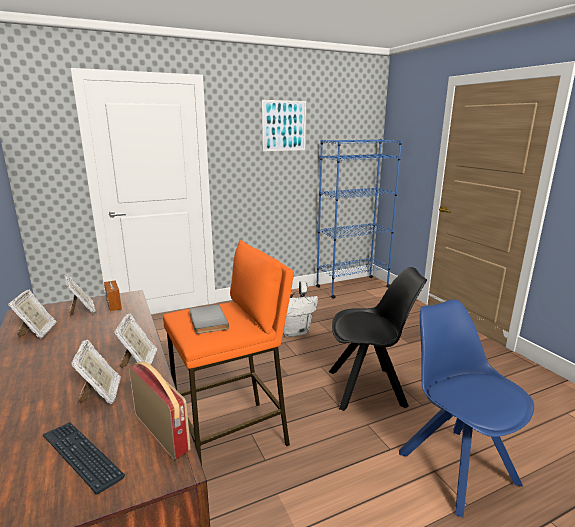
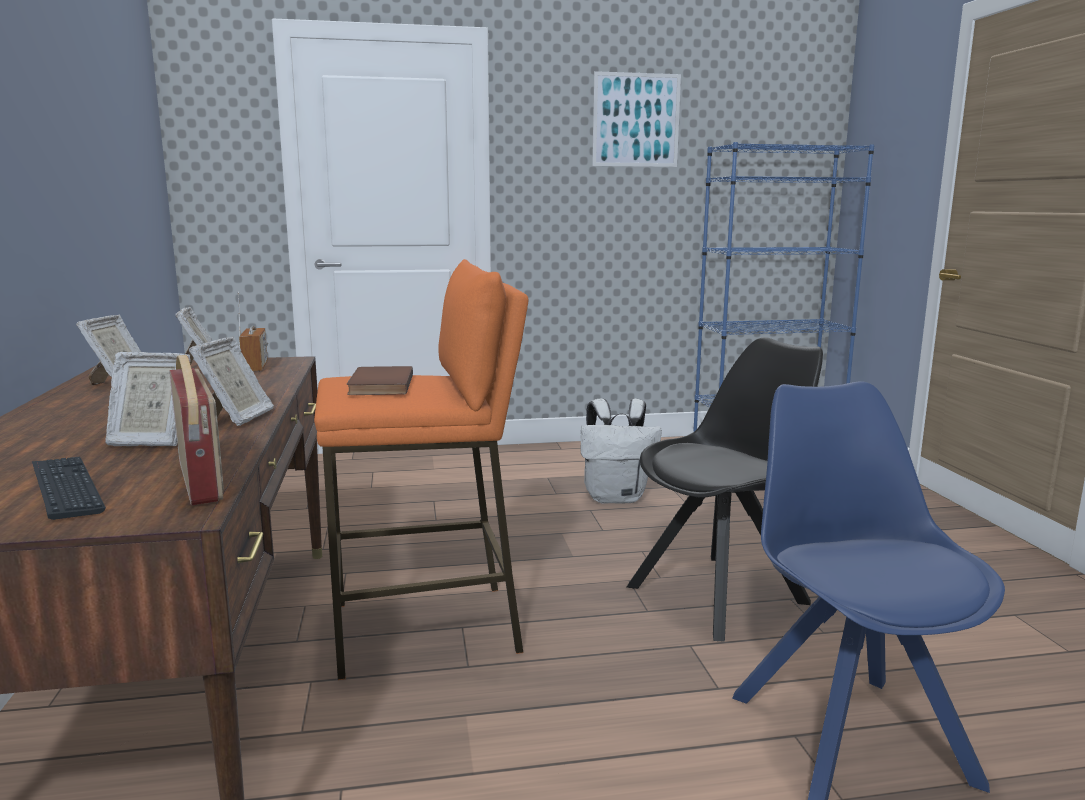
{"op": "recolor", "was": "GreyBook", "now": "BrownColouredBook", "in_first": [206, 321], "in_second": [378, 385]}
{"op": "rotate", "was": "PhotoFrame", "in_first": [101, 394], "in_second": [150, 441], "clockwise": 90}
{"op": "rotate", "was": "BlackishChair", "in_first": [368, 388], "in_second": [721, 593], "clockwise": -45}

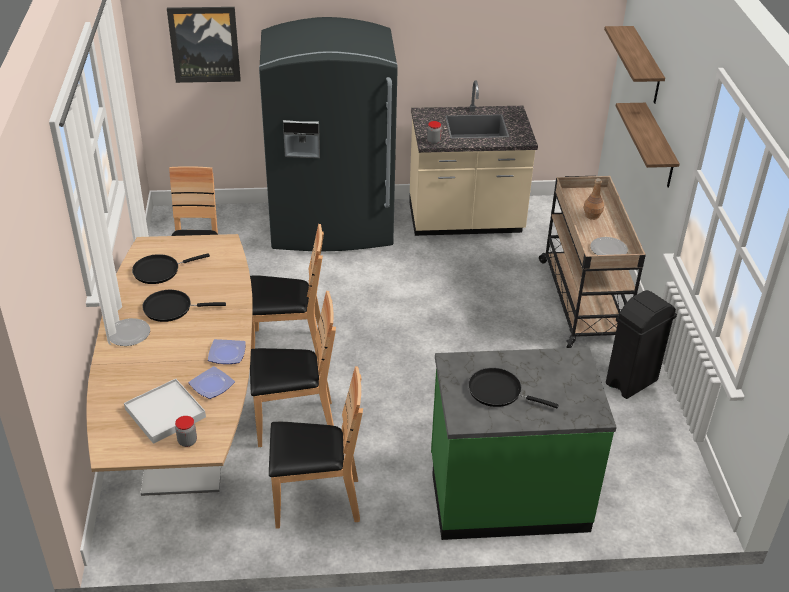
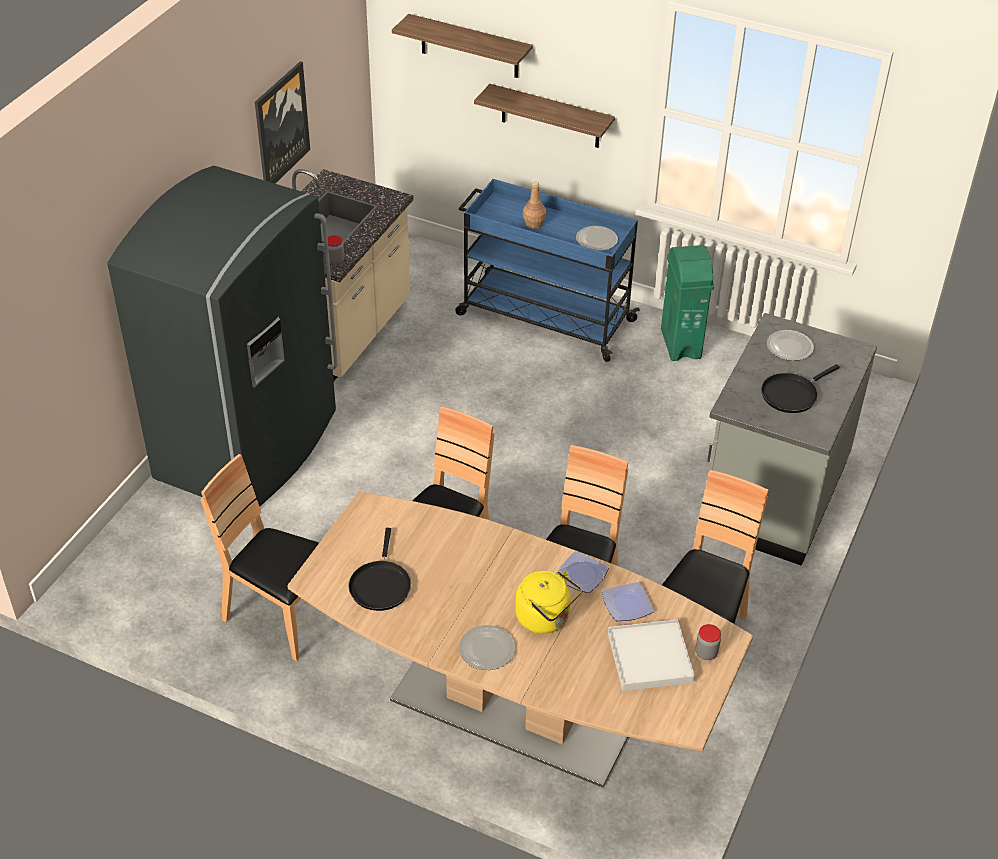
{"op": "delete", "was": "BlackishPan", "in_first": [171, 308]}
{"op": "insert", "now": "YellowTeaKettle", "in_second": [546, 618]}
{"op": "insert", "now": "FlatDish", "in_second": [790, 347]}
{"op": "move", "was": "WallArt", "in_first": [204, 44], "in_second": [281, 126]}
{"op": "recolor", "was": "GreenishKitchenBaseUnit", "now": "GreyKitchenBaseUnit", "in_first": [508, 494], "in_second": [772, 494]}
{"op": "recolor", "was": "BeigeColouredCart", "now": "BluishCart", "in_first": [582, 301], "in_second": [543, 317]}
{"op": "recolor", "was": "BlackishWasteBin", "now": "GreenishWasteBin", "in_first": [632, 382], "in_second": [681, 343]}

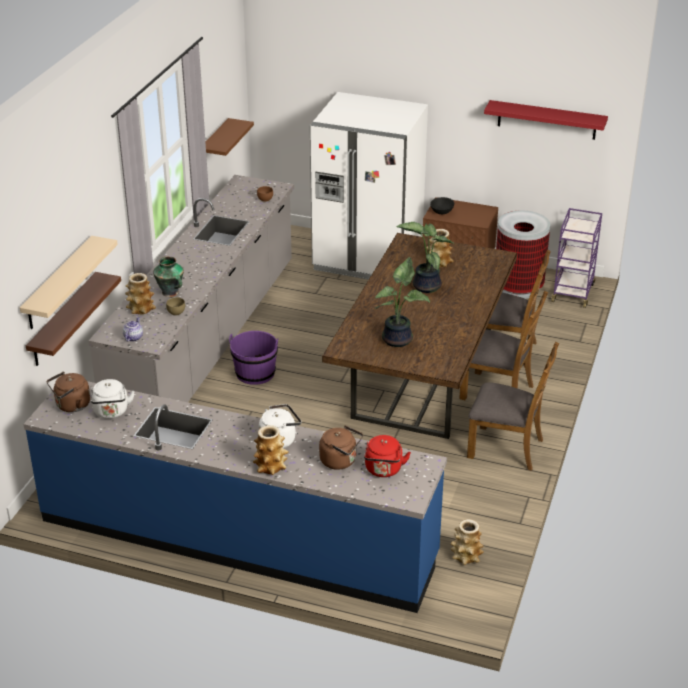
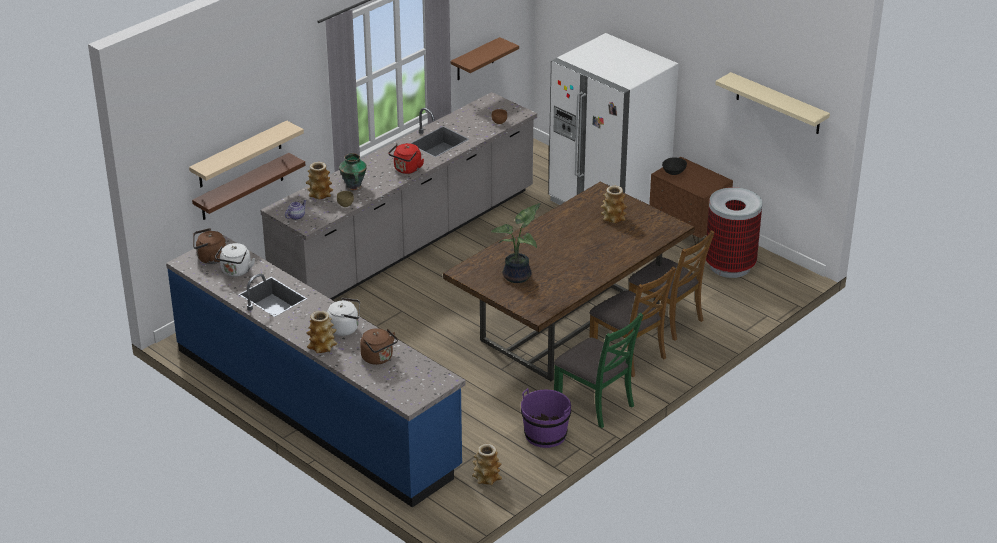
{"op": "delete", "was": "Houseplant", "in_first": [425, 286]}
{"op": "delete", "was": "PurplishCart", "in_first": [572, 292]}
{"op": "move", "was": "PurplishPail", "in_first": [255, 373], "in_second": [545, 434]}
{"op": "move", "was": "RedTeaKettle", "in_first": [383, 470], "in_second": [407, 169]}
{"op": "recolor", "was": "BrownColouredChair", "now": "GreenishChair", "in_first": [506, 448], "in_second": [595, 403]}
{"op": "recolor", "was": "RedWallShelf", "now": "BeigeColouredWallShelf", "in_first": [547, 120], "in_second": [778, 104]}

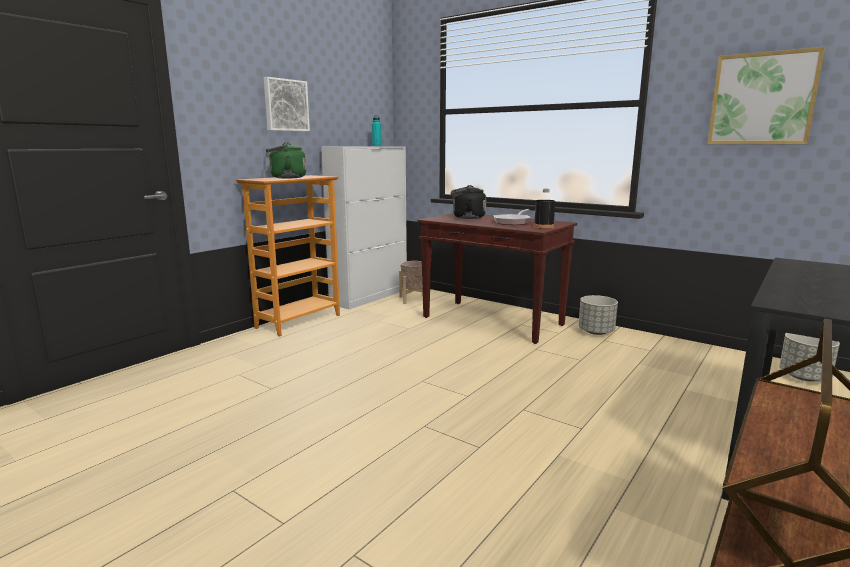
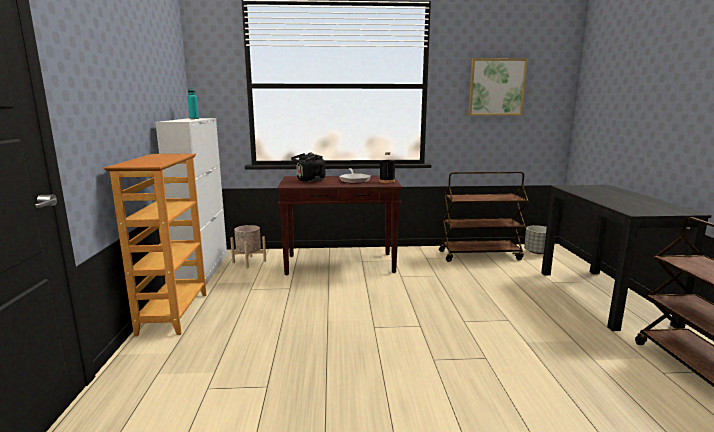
{"op": "delete", "was": "WallArt", "in_first": [285, 105]}
{"op": "delete", "was": "GreenishTeaKettle", "in_first": [286, 178]}
{"op": "delete", "was": "GreyFlowerPot", "in_first": [596, 332]}
{"op": "insert", "now": "BrownColouredCart", "in_second": [480, 255]}

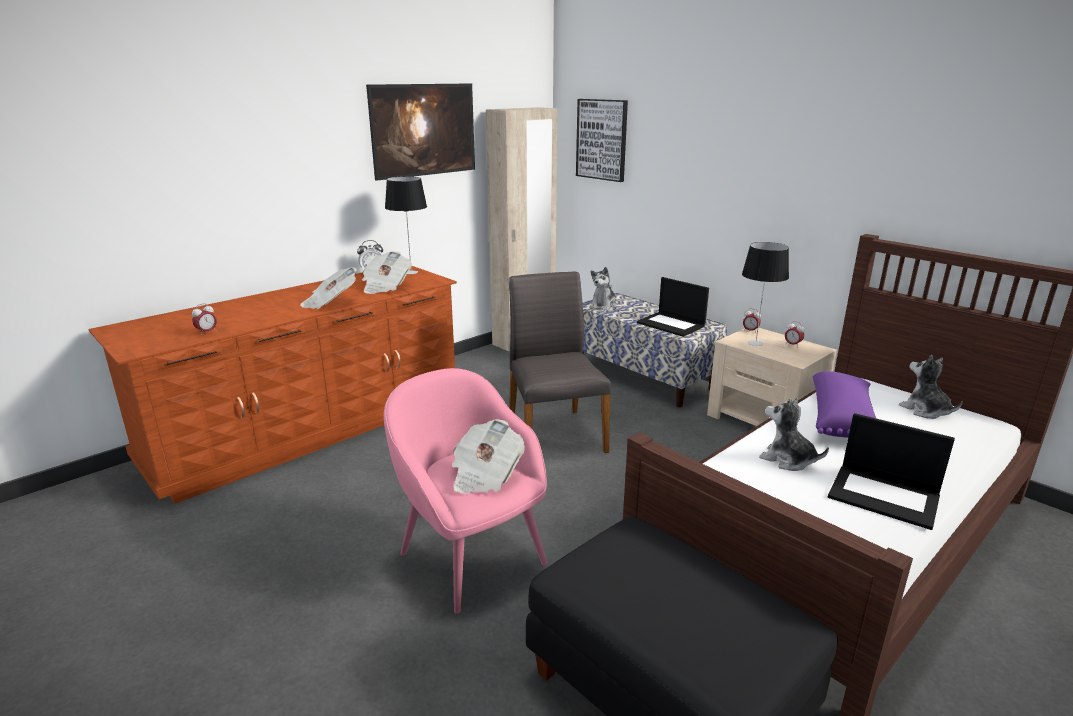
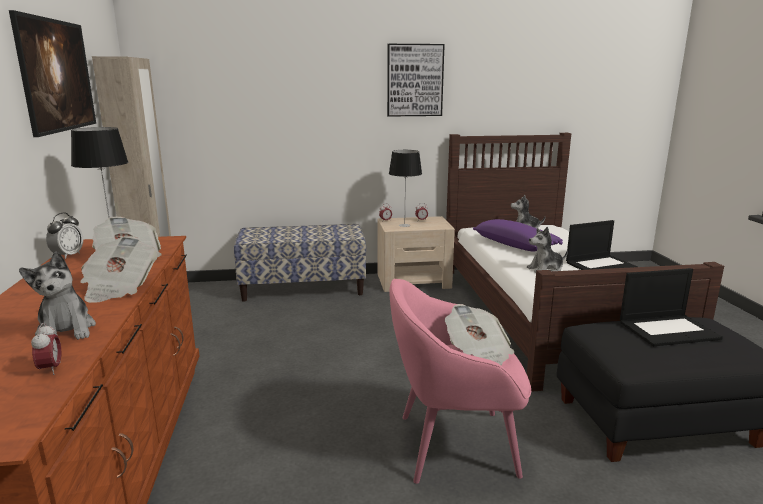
{"op": "delete", "was": "GreyChair", "in_first": [554, 434]}
{"op": "move", "was": "WallArt", "in_first": [602, 139], "in_second": [414, 80]}
{"op": "move", "was": "PlushToy", "in_first": [603, 305], "in_second": [66, 330]}
{"op": "move", "was": "Laptop", "in_first": [671, 324], "in_second": [668, 330]}

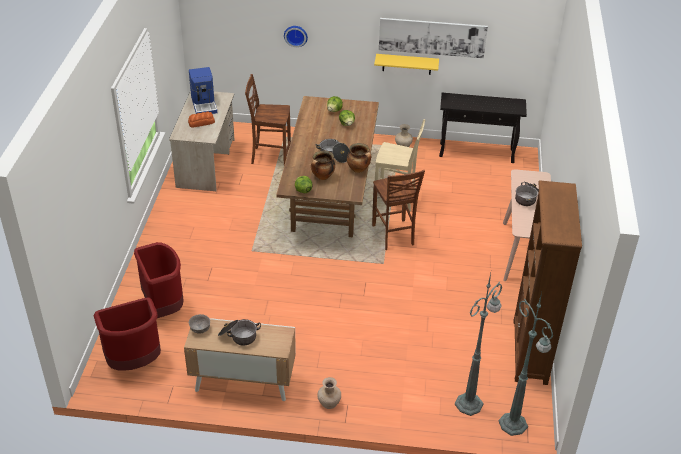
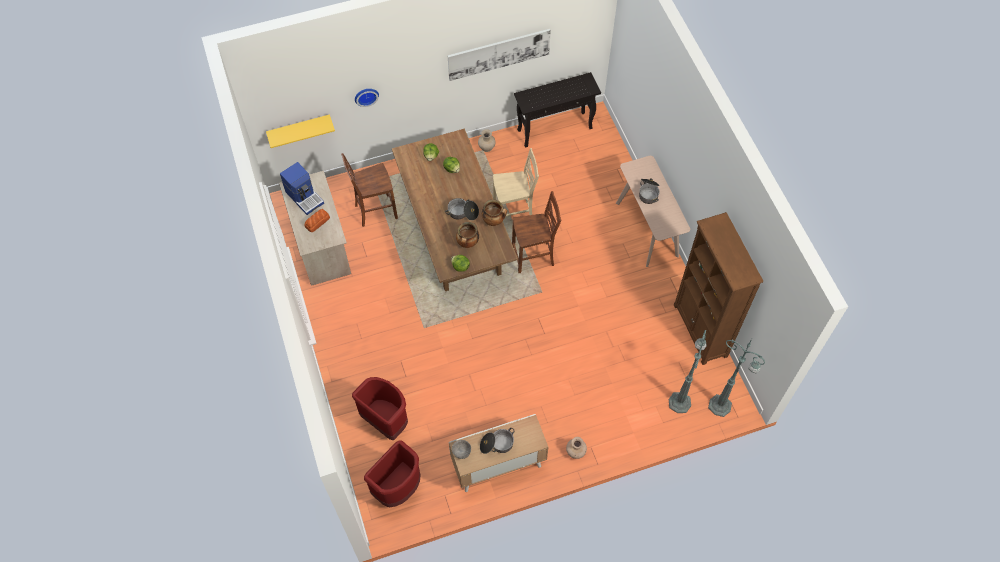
{"op": "move", "was": "YellowWallShelf", "in_first": [407, 64], "in_second": [299, 128]}
{"op": "rotate", "was": "BrownColouredChair", "in_first": [393, 235], "in_second": [534, 257], "clockwise": -60}

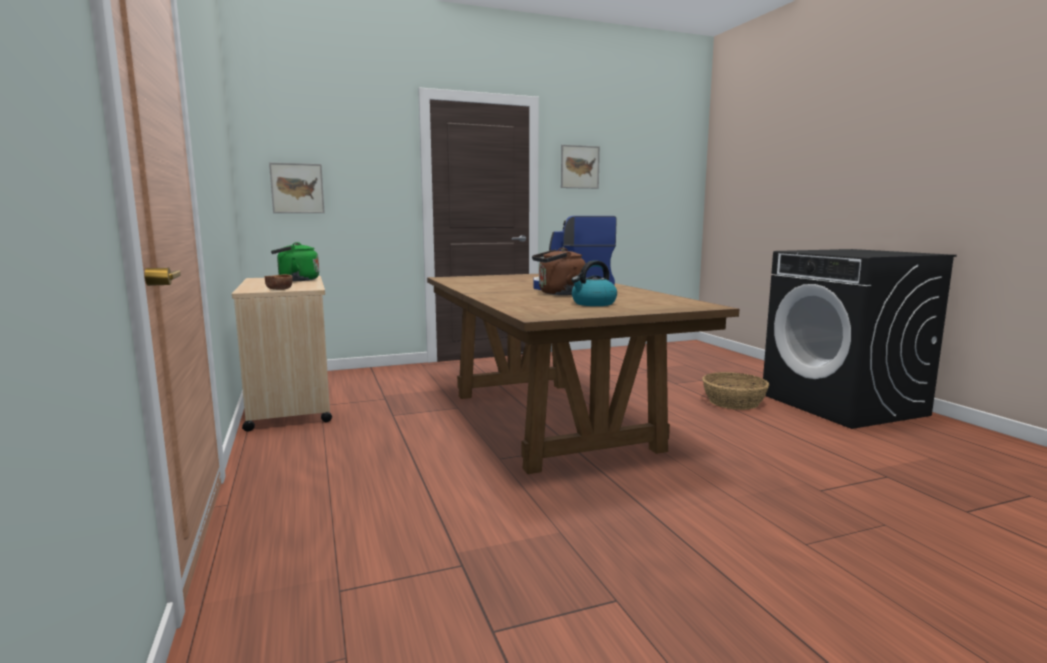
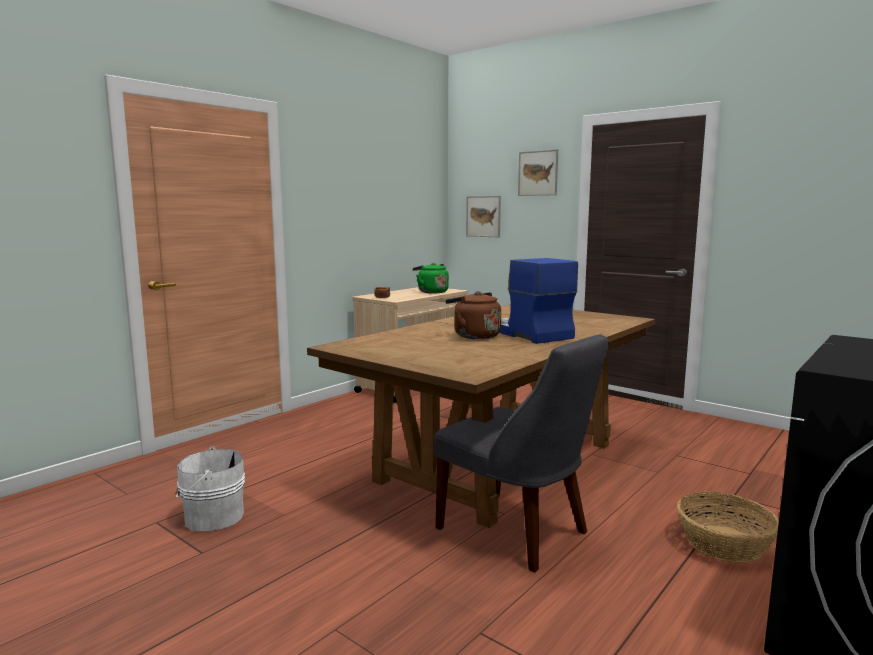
{"op": "delete", "was": "TeaKettle", "in_first": [593, 303]}
{"op": "insert", "now": "WhitishPail", "in_second": [211, 517]}
{"op": "insert", "now": "GreyChair", "in_second": [517, 532]}
{"op": "move", "was": "WallArt", "in_first": [579, 167], "in_second": [538, 173]}

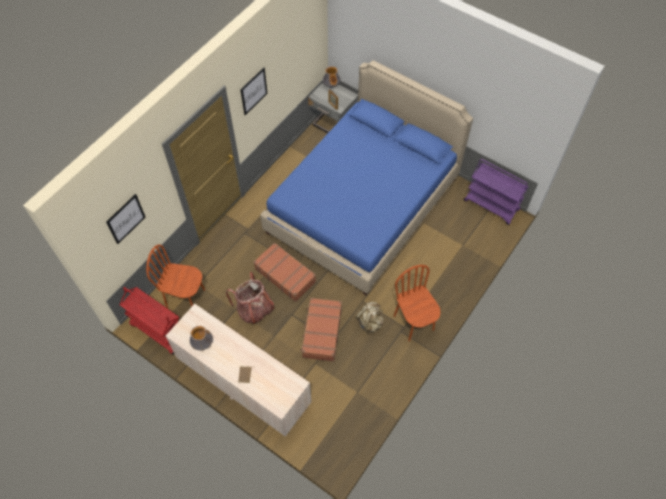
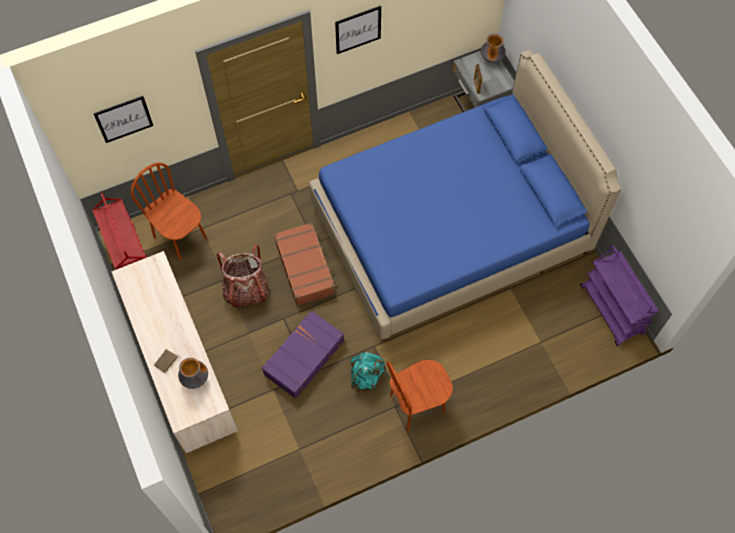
{"op": "move", "was": "Vase", "in_first": [202, 344], "in_second": [195, 379]}
{"op": "recolor", "was": "BrownColouredTravelCase", "now": "PurplishTravelCase", "in_first": [321, 332], "in_second": [303, 357]}
{"op": "recolor", "was": "BeigeColouredRucksack", "now": "BlueGreenRucksack", "in_first": [370, 322], "in_second": [366, 376]}
{"op": "rotate", "was": "BrownColouredChair", "in_first": [414, 322], "in_second": [417, 404], "clockwise": -120}

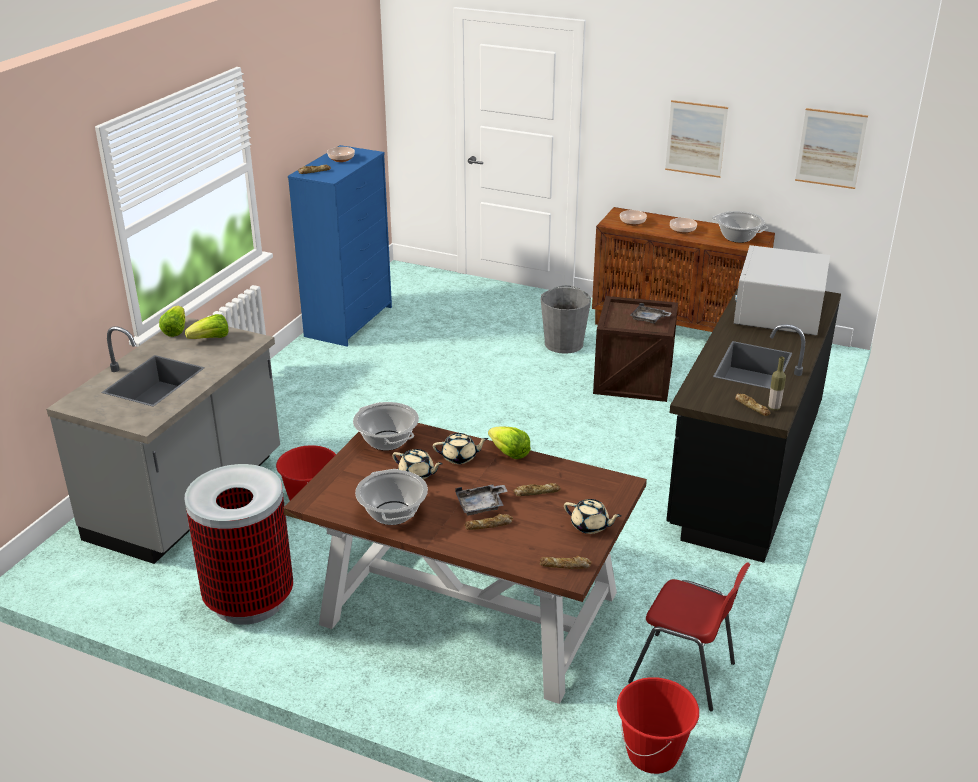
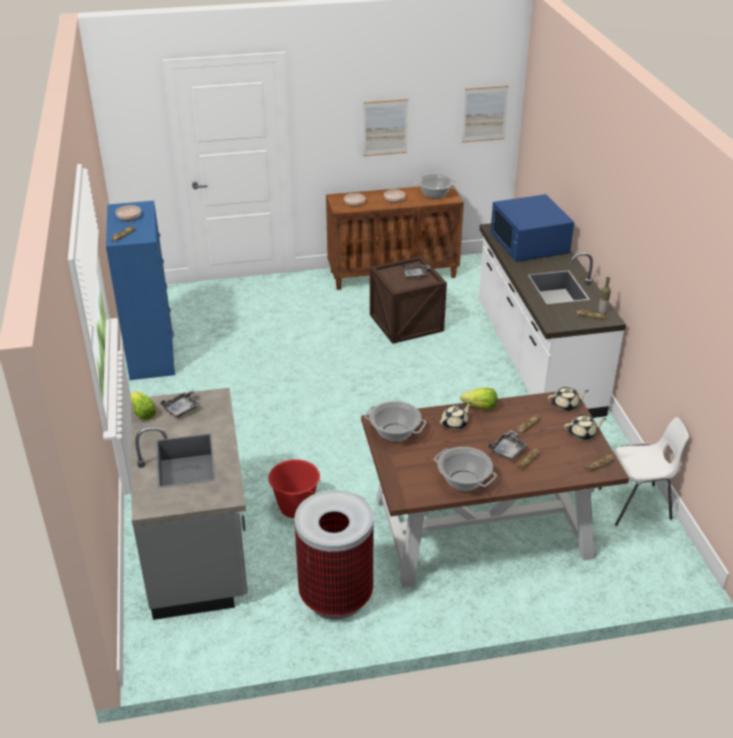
{"op": "delete", "was": "GreyPail", "in_first": [564, 343]}
{"op": "delete", "was": "RedPail", "in_first": [653, 754]}
{"op": "move", "was": "BeigeColouredPotForTea", "in_first": [417, 474], "in_second": [566, 405]}
{"op": "replace", "was": "HeadOfLettuce", "now": "GreyCarryingTray", "in_first": [211, 339], "in_second": [182, 408]}
{"op": "recolor", "was": "RedChair", "now": "WhitishChair", "in_first": [685, 673], "in_second": [637, 504]}
{"op": "recolor", "was": "BlackishKitchenBaseUnit", "now": "WhitishKitchenBaseUnit", "in_first": [745, 468], "in_second": [535, 359]}
{"op": "recolor", "was": "WhitishMicrowave", "now": "BluishMicrowave", "in_first": [778, 312], "in_second": [529, 244]}

